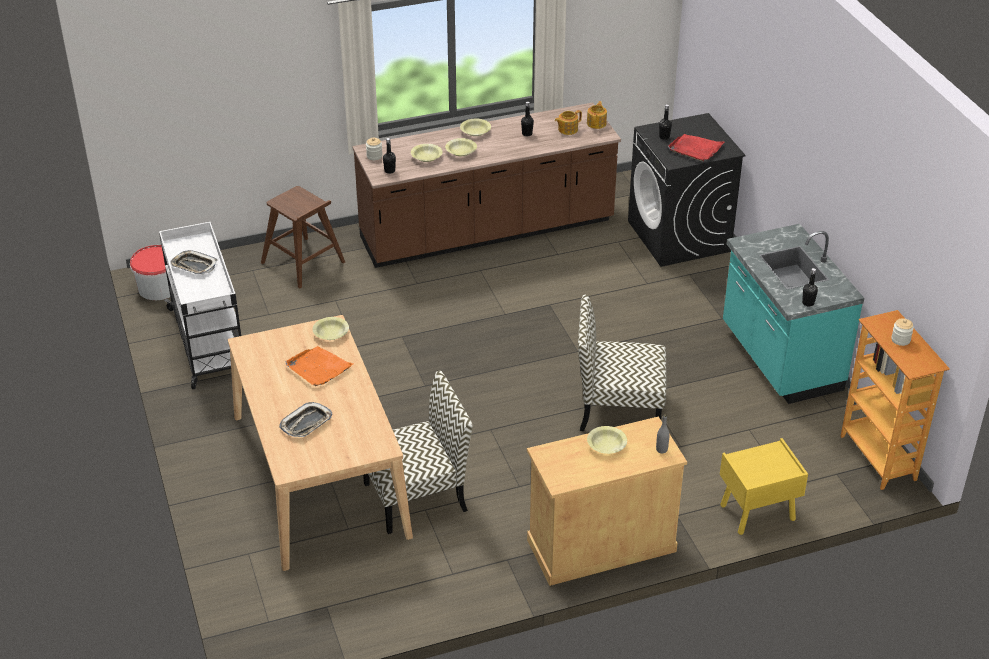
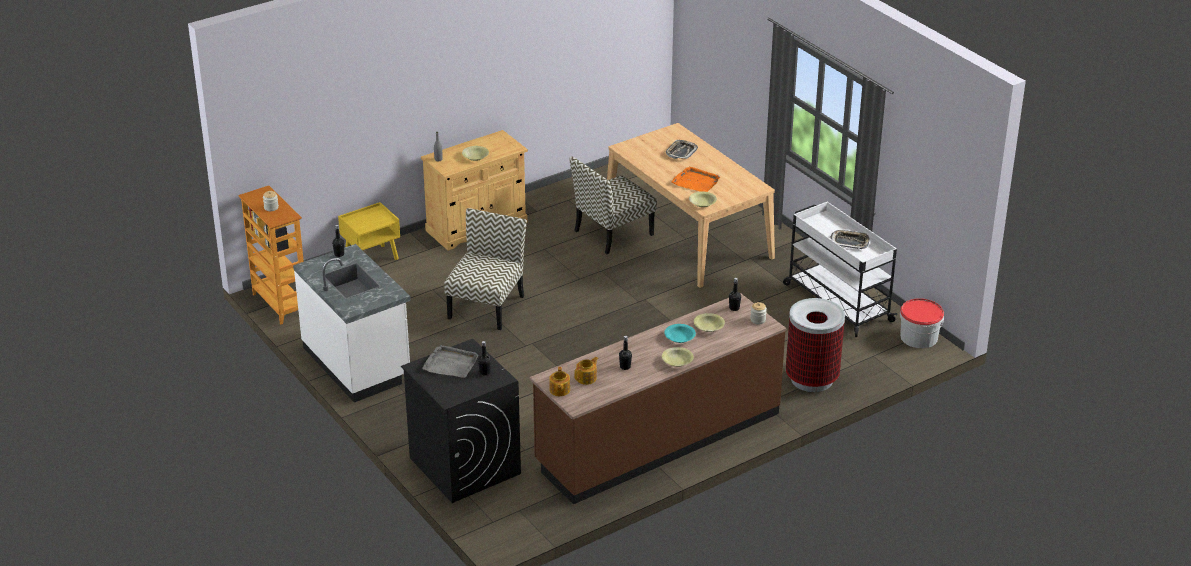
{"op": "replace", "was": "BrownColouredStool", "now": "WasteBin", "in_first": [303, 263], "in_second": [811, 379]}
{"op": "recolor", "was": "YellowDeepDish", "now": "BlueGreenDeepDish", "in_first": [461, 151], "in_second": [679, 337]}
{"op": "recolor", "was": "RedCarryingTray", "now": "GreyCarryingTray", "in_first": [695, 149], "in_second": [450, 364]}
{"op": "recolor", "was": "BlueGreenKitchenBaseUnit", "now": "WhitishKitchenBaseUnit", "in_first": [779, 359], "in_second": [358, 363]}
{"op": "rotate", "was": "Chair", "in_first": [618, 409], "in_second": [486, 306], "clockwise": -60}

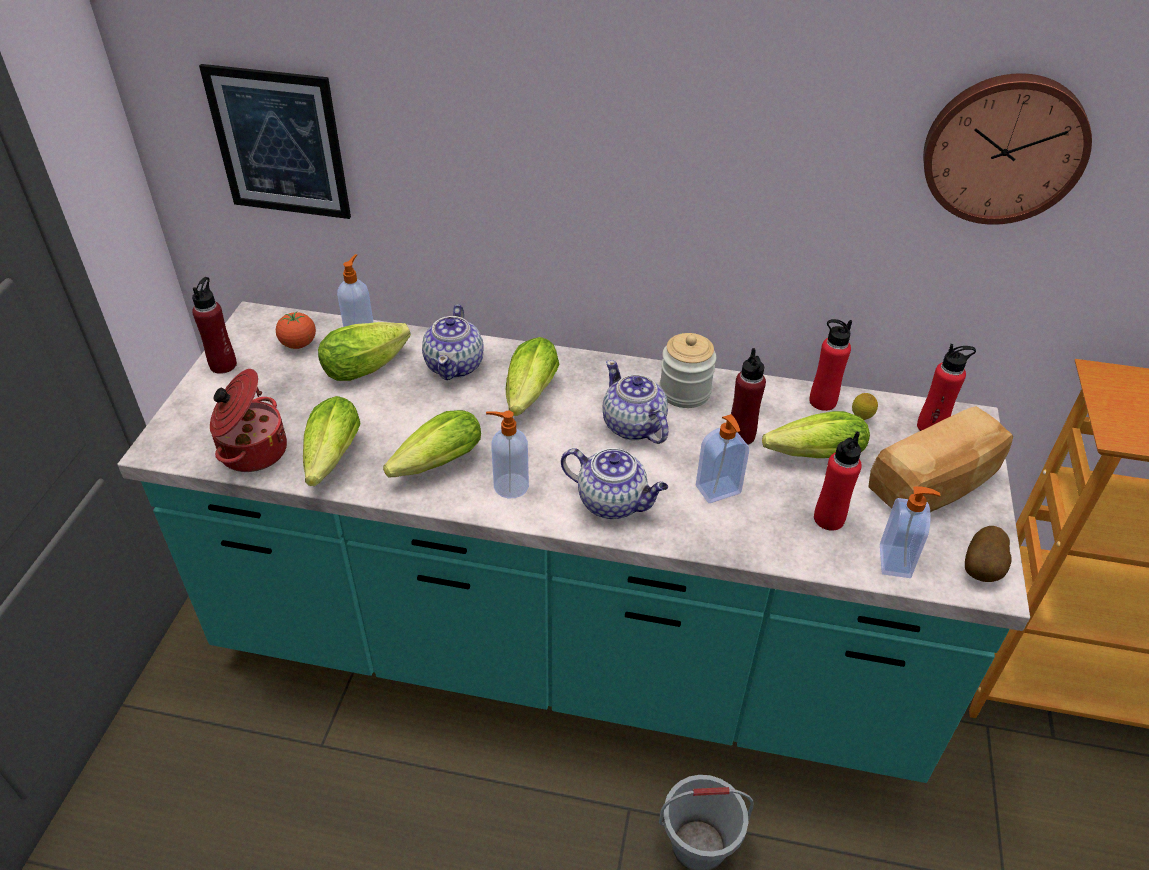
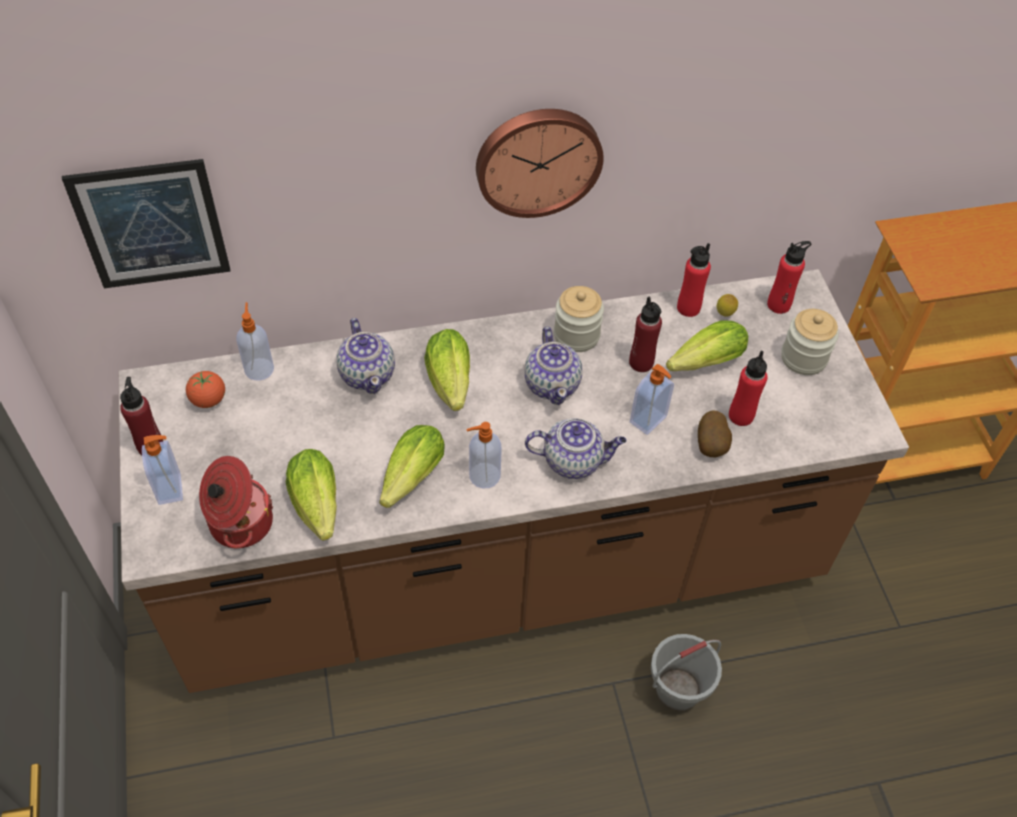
{"op": "delete", "was": "HeadOfLettuce", "in_first": [369, 365]}
{"op": "move", "was": "SoapDispenser", "in_first": [896, 561], "in_second": [171, 488]}
{"op": "move", "was": "ClockOnTheWall", "in_first": [1003, 147], "in_second": [537, 159]}
{"op": "move", "was": "Potato", "in_first": [982, 570], "in_second": [712, 446]}
{"op": "replace", "was": "BakeryBread", "now": "PreserveJar", "in_first": [935, 485], "in_second": [803, 358]}
{"op": "recolor", "was": "BlueGreenKitchenBaseUnit", "now": "BrownColouredKitchenBaseUnit", "in_first": [570, 647], "in_second": [501, 568]}
{"op": "rotate", "was": "PotForTea", "in_first": [633, 426], "in_second": [552, 384], "clockwise": -135}

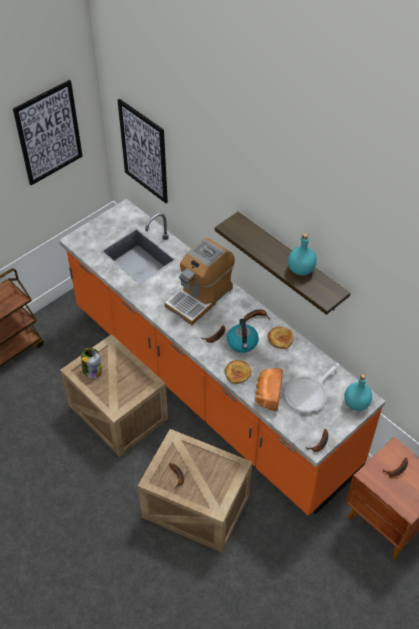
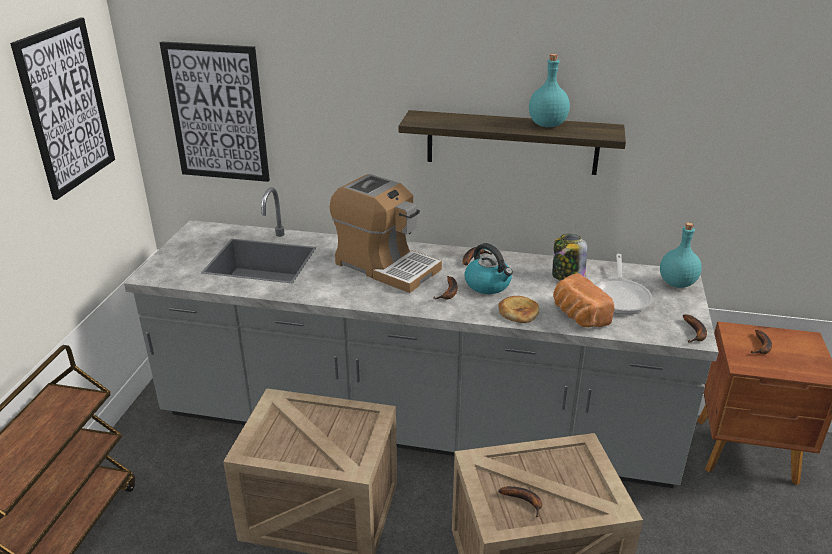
{"op": "delete", "was": "BakeryBread", "in_first": [280, 338]}
{"op": "move", "was": "PreserveJar", "in_first": [92, 370], "in_second": [567, 276]}
{"op": "recolor", "was": "OrangeyKitchenBaseUnit", "now": "GreyKitchenBaseUnit", "in_first": [209, 387], "in_second": [416, 423]}
{"op": "rotate", "was": "CoffeeMachine", "in_first": [200, 296], "in_second": [385, 266], "clockwise": -60}

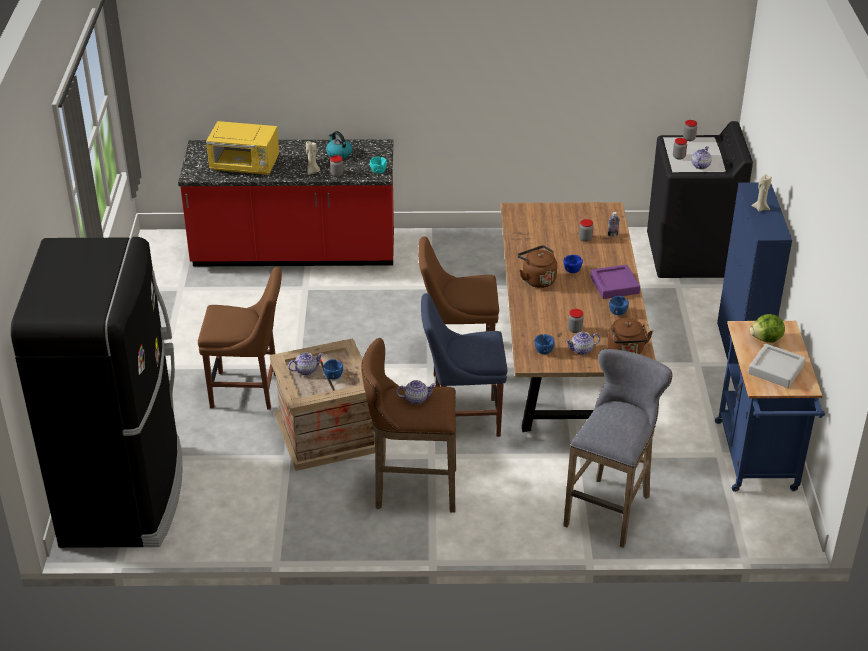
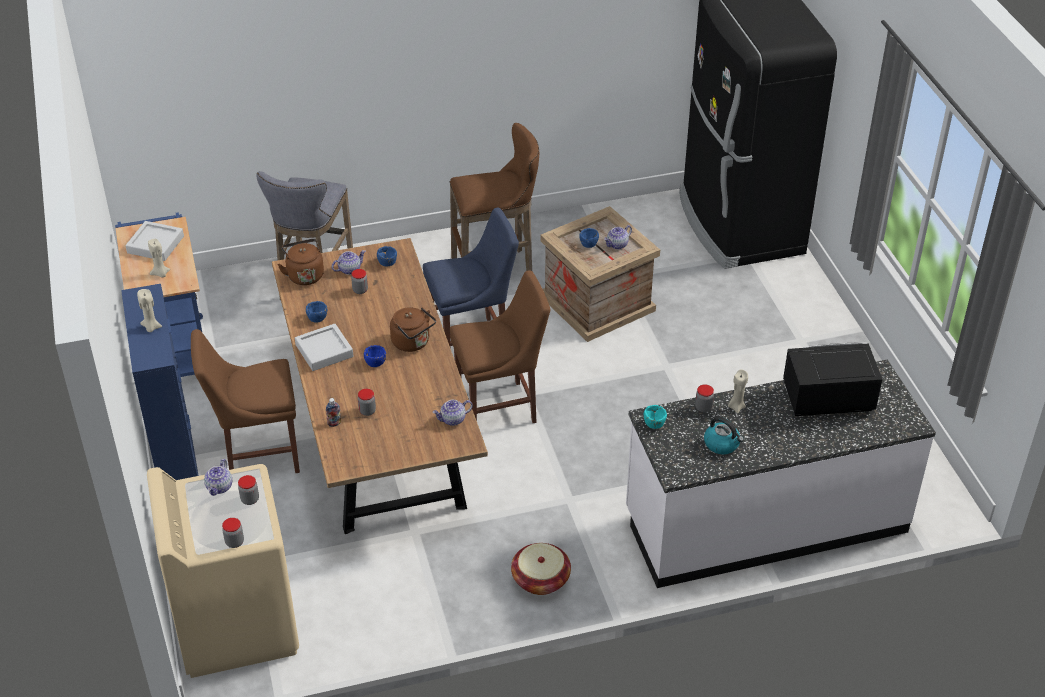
{"op": "insert", "now": "StorageBasket", "in_second": [540, 579]}
{"op": "move", "was": "BrownColouredChair", "in_first": [248, 391], "in_second": [257, 455]}
{"op": "move", "was": "PotForTea", "in_first": [416, 399], "in_second": [453, 420]}
{"op": "replace", "was": "HeadOfLettuce", "now": "BeigeColouredWaxCandle", "in_first": [766, 339], "in_second": [160, 274]}
{"op": "recolor", "was": "RedKitchenBaseUnit", "now": "WhitishKitchenBaseUnit", "in_first": [294, 252], "in_second": [765, 522]}
{"op": "recolor", "was": "YellowMicrowave", "now": "BlackishMicrowave", "in_first": [245, 166], "in_second": [826, 399]}
{"op": "recolor", "was": "PurplishCarryingTray", "now": "GreyCarryingTray", "in_first": [614, 285], "in_second": [324, 351]}
{"op": "recolor", "was": "BlackishLaundryAppliance", "now": "BeigeColouredLaundryAppliance", "in_first": [690, 256], "in_second": [236, 624]}

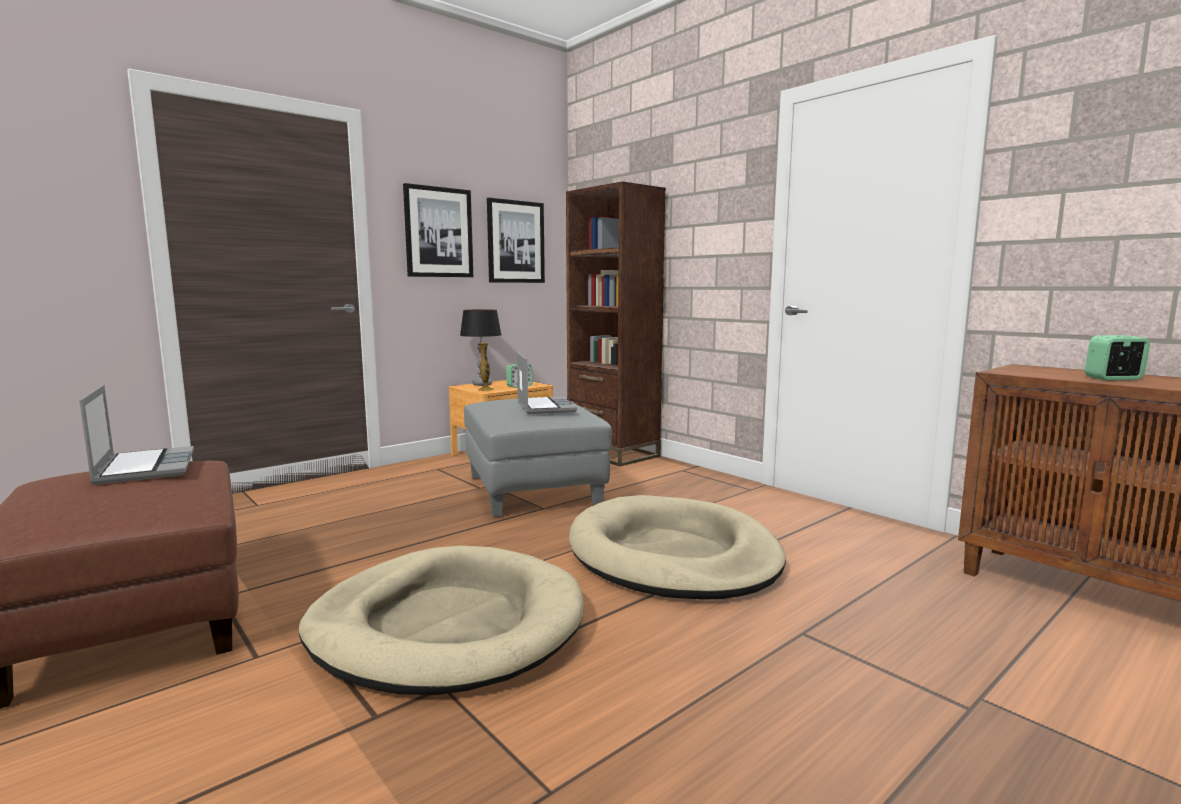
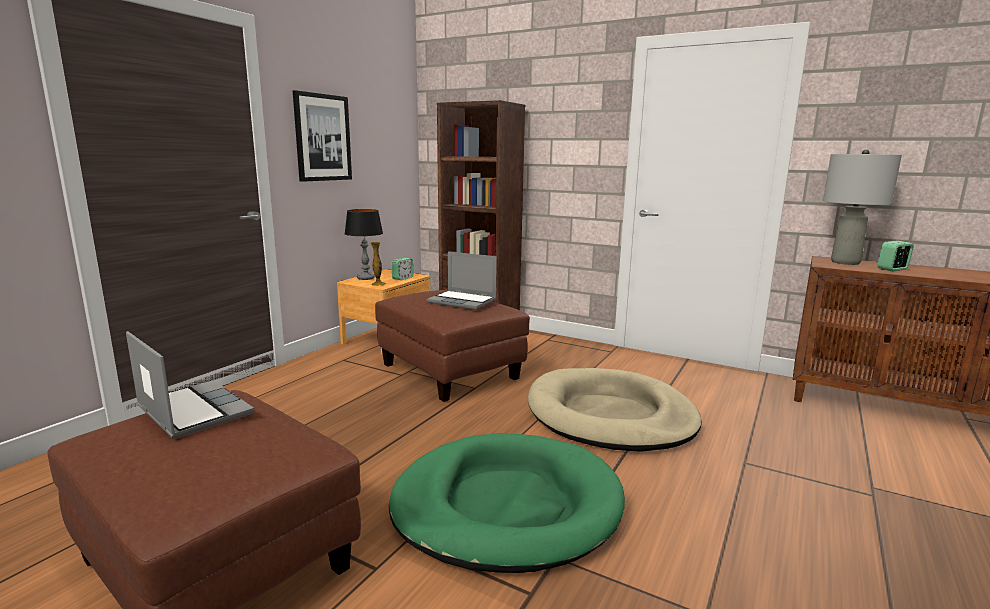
{"op": "delete", "was": "WallArt", "in_first": [515, 242]}
{"op": "insert", "now": "GreyTabletopLamp", "in_second": [845, 262]}
{"op": "recolor", "was": "BeigeColouredDogCushion", "now": "GreenishDogCushion", "in_first": [447, 626], "in_second": [506, 506]}
{"op": "recolor", "was": "GreyFootrest", "now": "BrownColouredFootrest", "in_first": [532, 490], "in_second": [449, 372]}
{"op": "rotate", "was": "Laptop", "in_first": [544, 407], "in_second": [463, 301], "clockwise": 150}

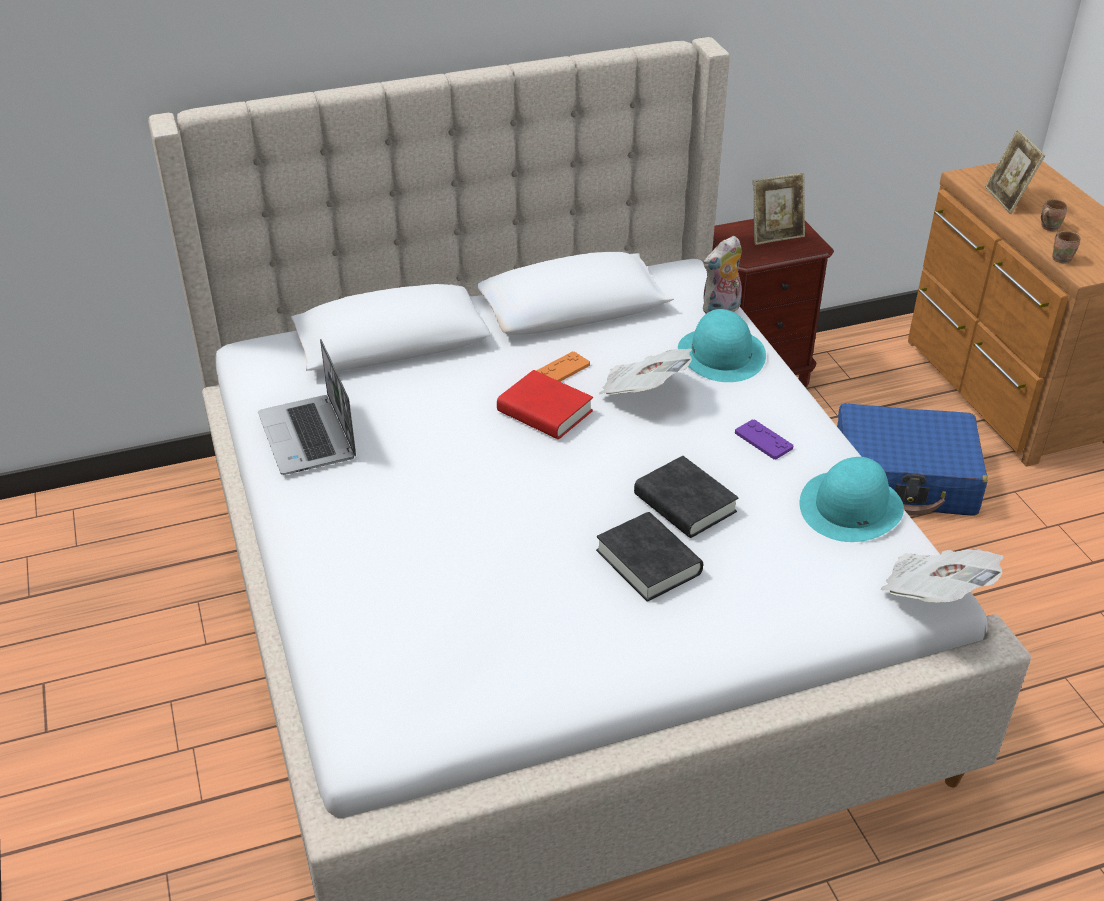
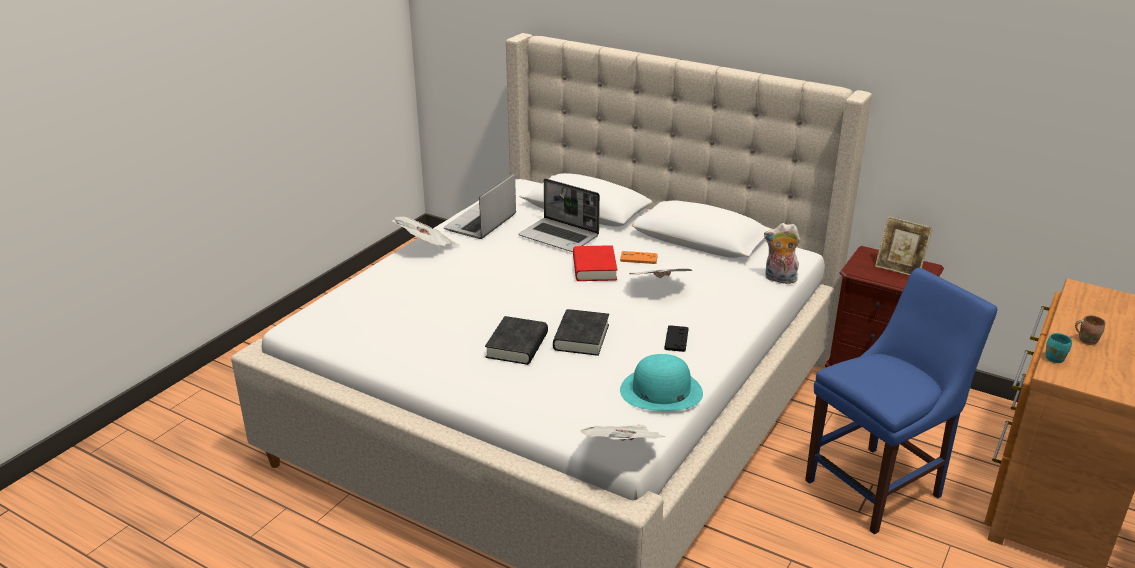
{"op": "delete", "was": "BlueGreenHat", "in_first": [721, 354]}
{"op": "delete", "was": "PhotoFrame", "in_first": [1007, 200]}
{"op": "insert", "now": "Newspaper", "in_second": [427, 247]}
{"op": "insert", "now": "Laptop", "in_second": [560, 236]}
{"op": "replace", "was": "BluishTravelCase", "now": "BluishChair", "in_first": [904, 477], "in_second": [878, 486]}
{"op": "recolor", "was": "PurplishGameController", "now": "BlackishGameController", "in_first": [763, 440], "in_second": [676, 339]}
{"op": "recolor", "was": "BrownColouredMug", "now": "BlueGreenMug", "in_first": [1062, 258], "in_second": [1055, 358]}

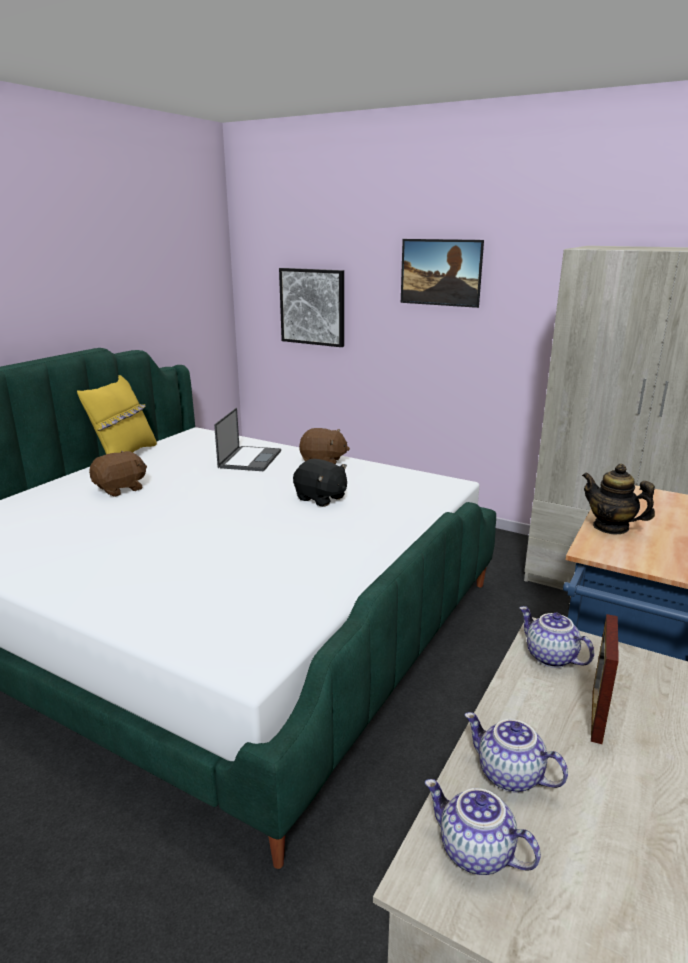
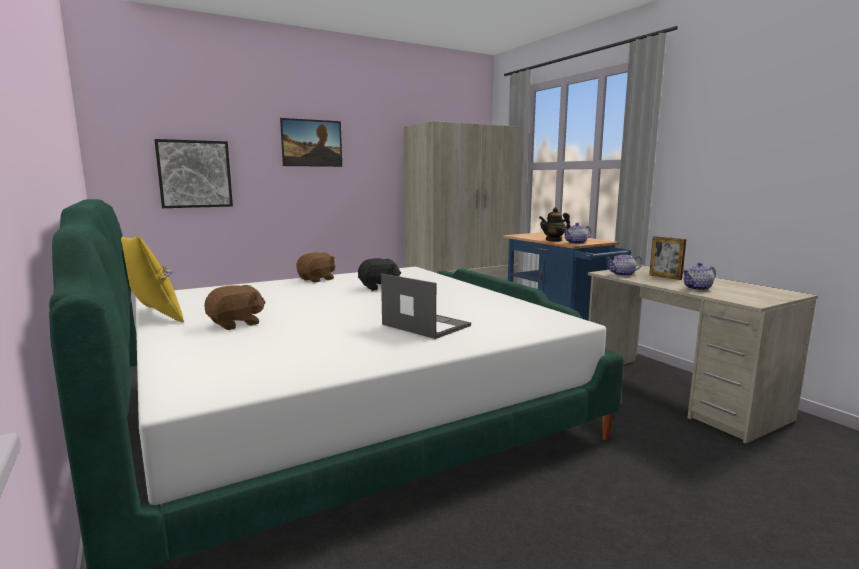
{"op": "move", "was": "Laptop", "in_first": [250, 459], "in_second": [425, 325]}
{"op": "move", "was": "PotForTea", "in_first": [474, 852], "in_second": [576, 243]}
{"op": "rotate", "was": "BrownColouredPlushToy", "in_first": [120, 489], "in_second": [236, 324], "clockwise": 60}

